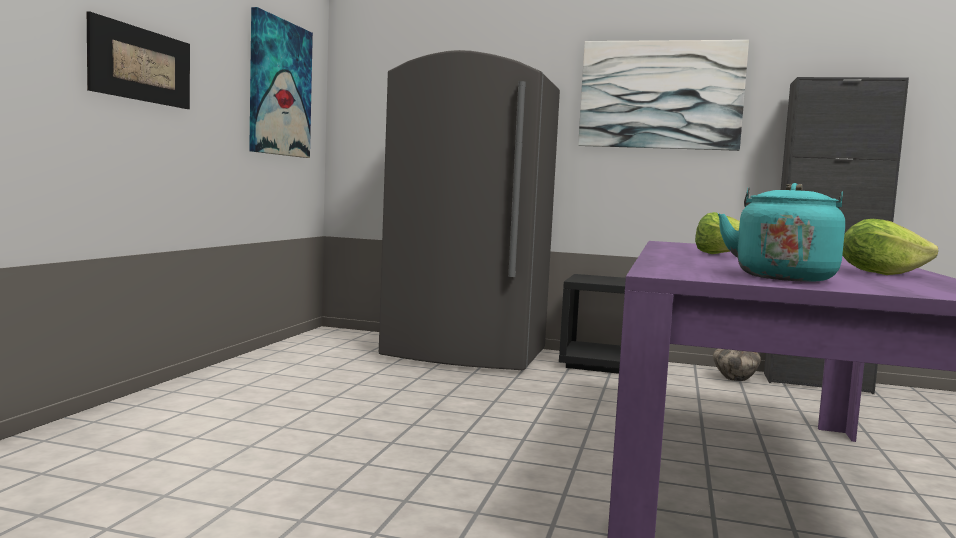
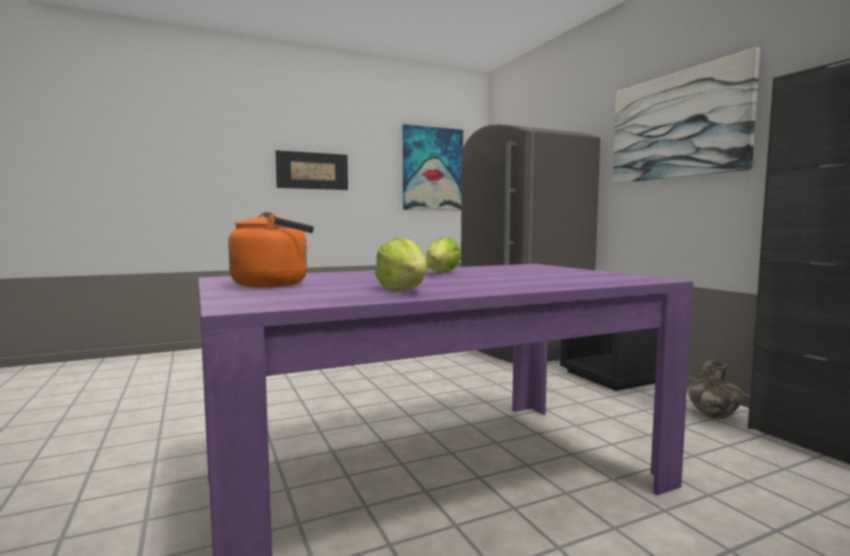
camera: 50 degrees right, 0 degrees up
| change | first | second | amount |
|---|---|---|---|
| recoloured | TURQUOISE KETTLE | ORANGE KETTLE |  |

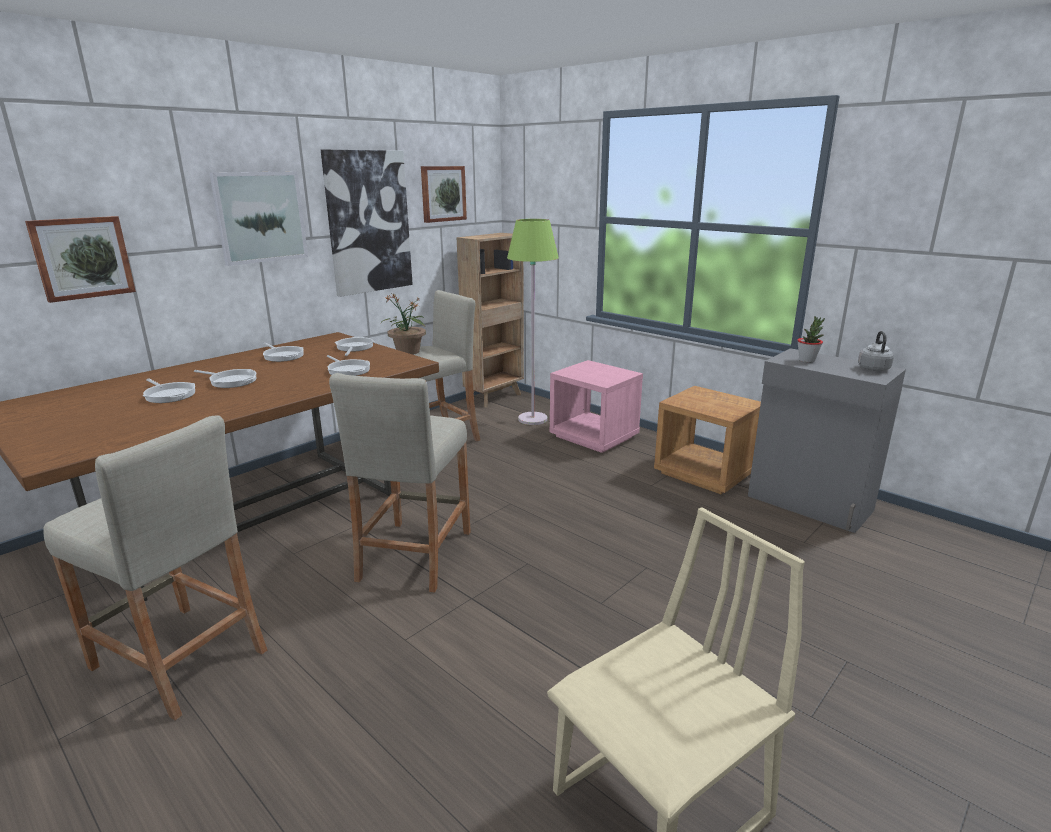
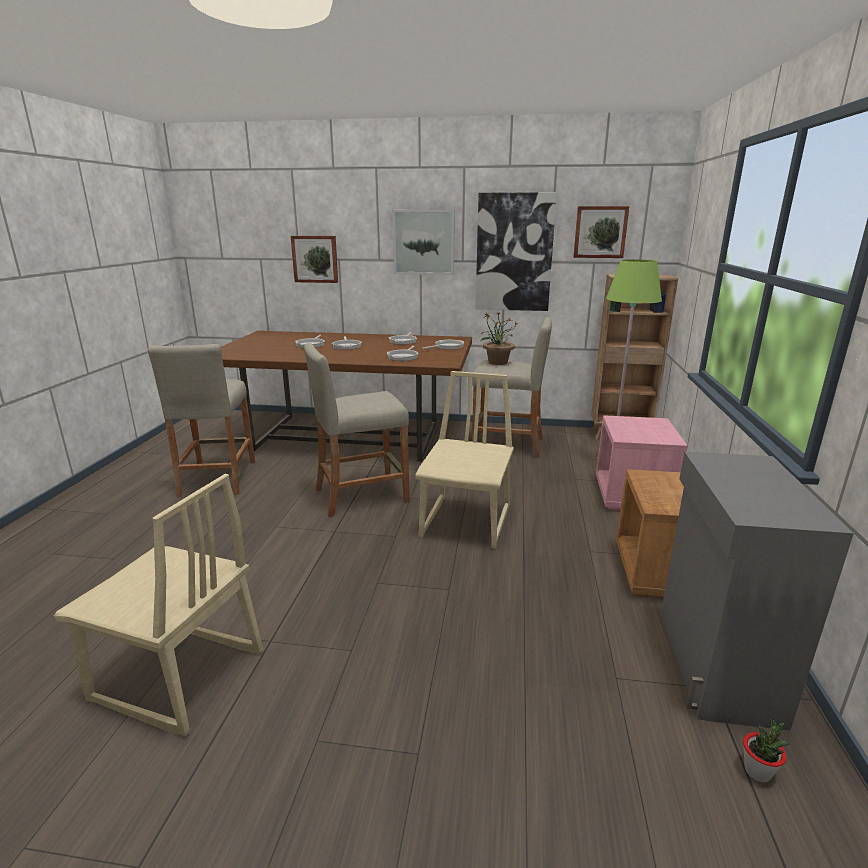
camera: 55 degrees right, 0 degrees up
| change | first | second | amount |
|---|---|---|---|
| removed | GREY KETTLE |  |  |
| added |  | BEIGE CHAIR (2nd from left) |  |
| moved | POTTED PLANT (2nd from left) |  |  |

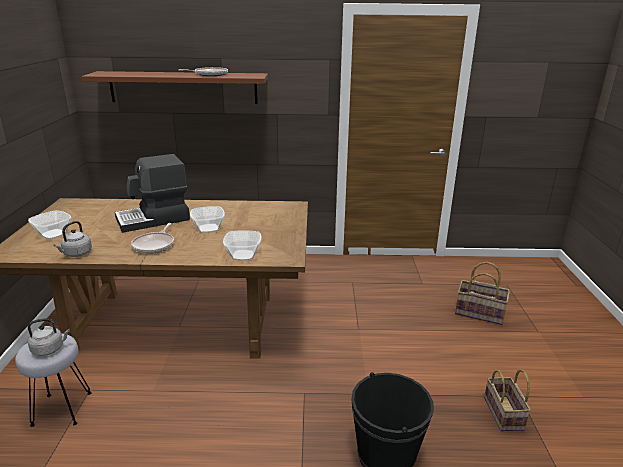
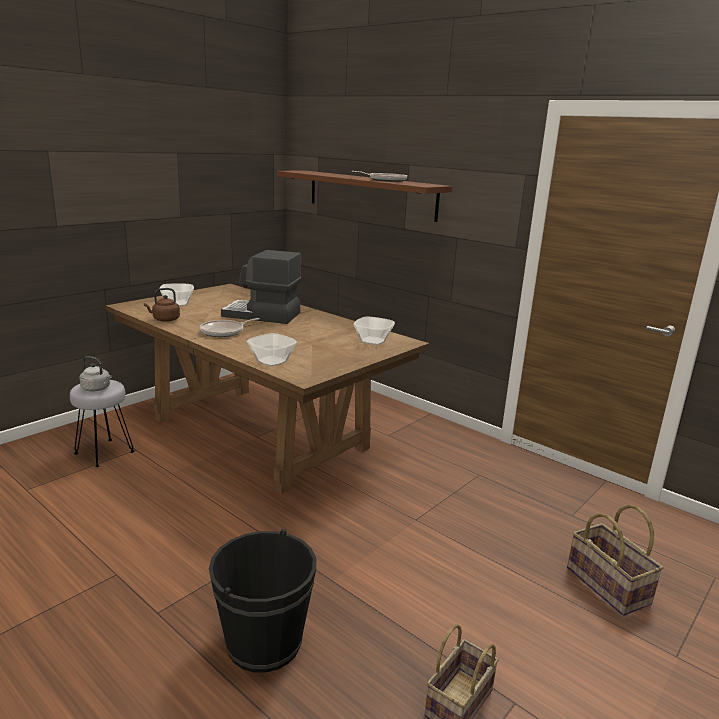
camera: 40 degrees right, 5 degrees down
| change | first | second | amount |
|---|---|---|---|
| moved | BOWL (2nd from left in the first image) | BOWL (3rd from left) |  |
| recoloured | GREY KETTLE (2nd from left) | BROWN KETTLE |  |

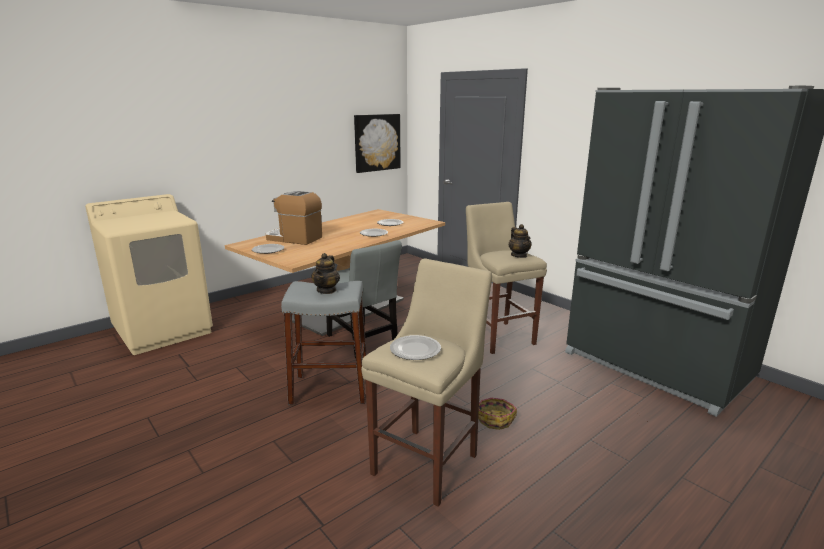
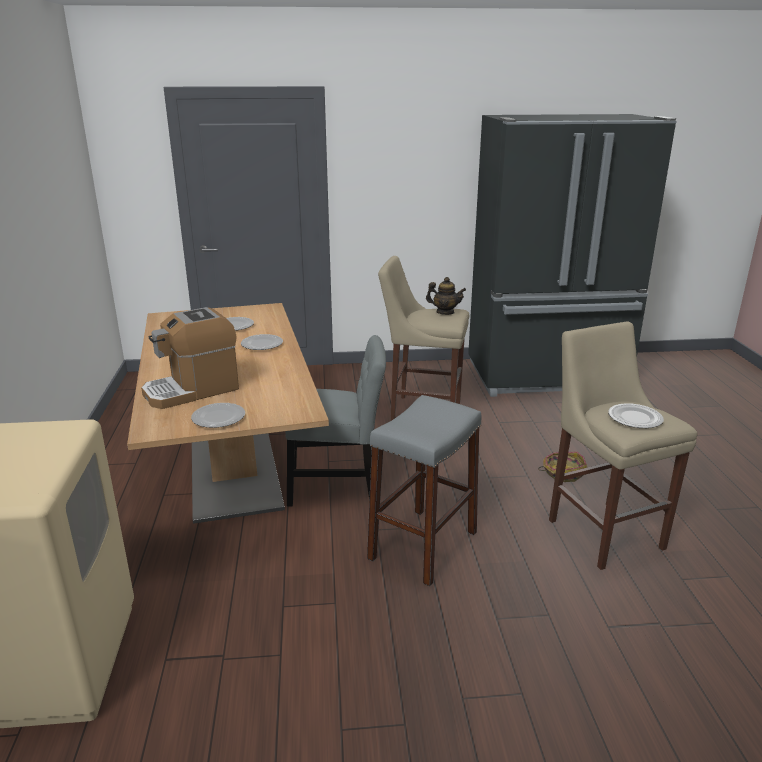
camera: 55 degrees left, 5 degrees up
| change | first | second | amount |
|---|---|---|---|
| removed | TEAPOT (1st from left) |  |  |
| removed | PICTURE |  |  |

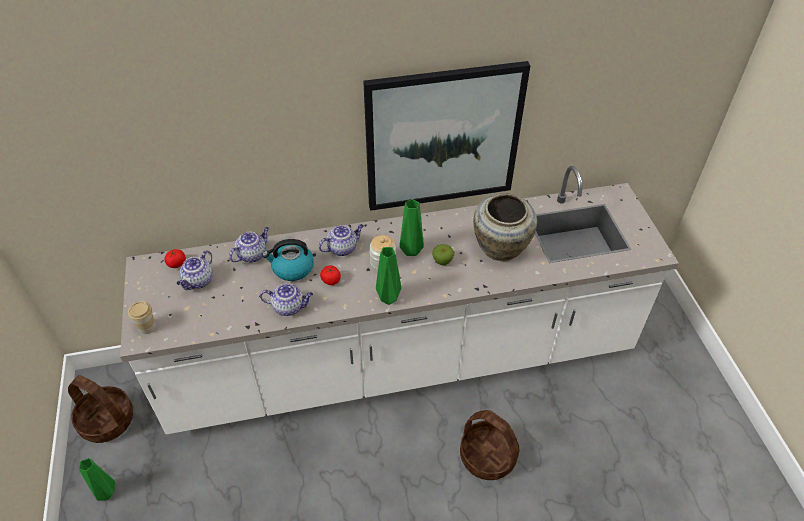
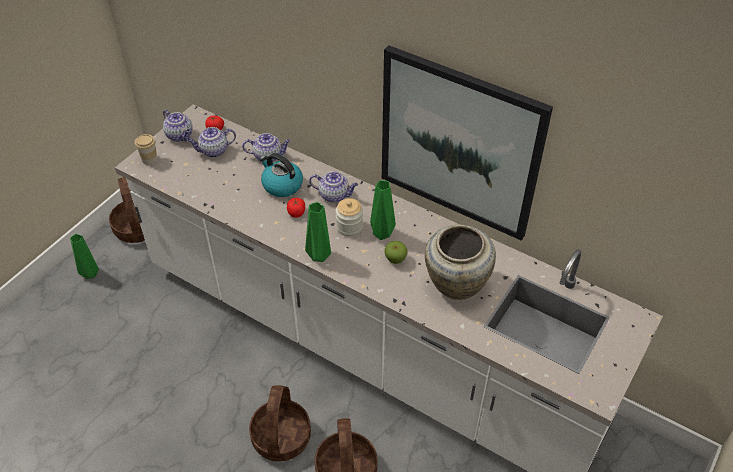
camera: 45 degrees right, 0 degrees up
| change | first | second | amount |
|---|---|---|---|
| added |  | BASKET (2nd from left) |  |
| moved | TEAPOT (3rd from left in the first image) | TEAPOT (1st from left) |  |

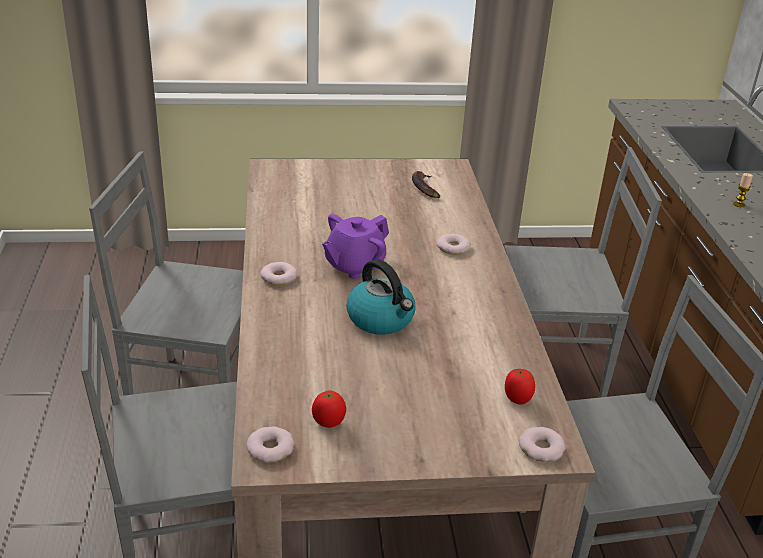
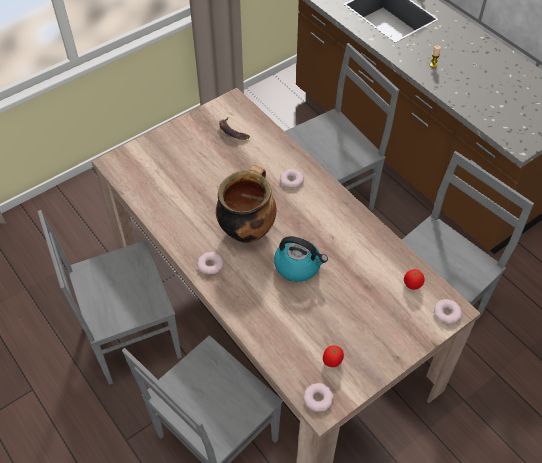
camera: 30 degrees left, 20 degrees up
| change | first | second | amount |
|---|---|---|---|
| replaced | PURPLE TEAPOT | COOKING POT |  |

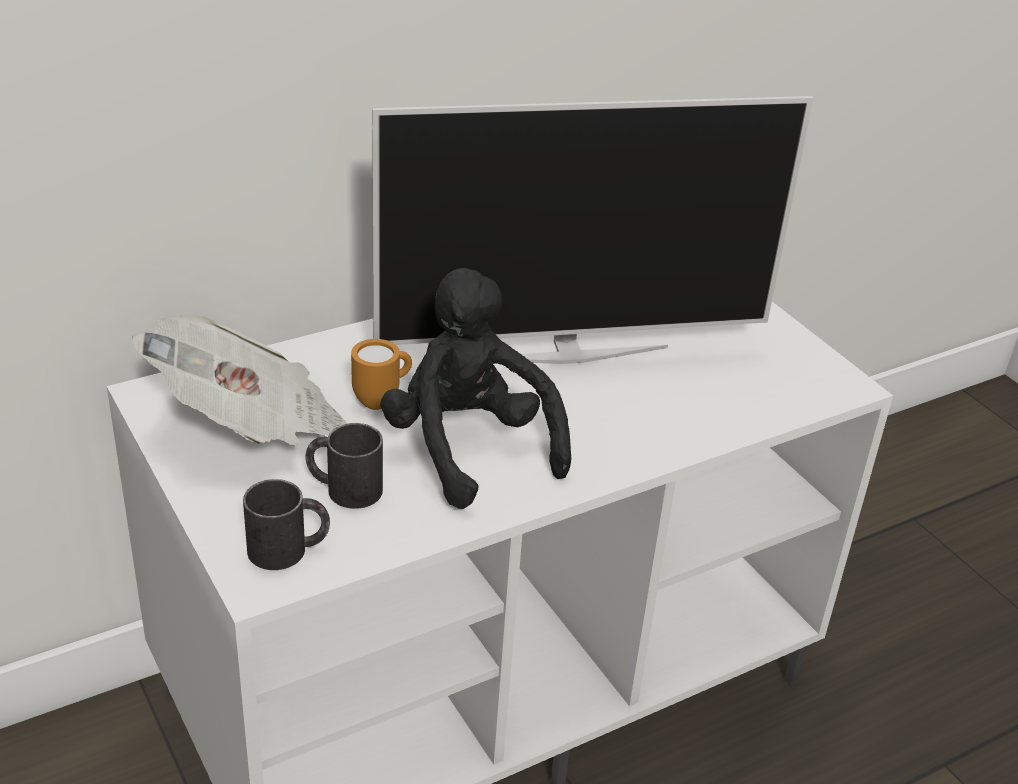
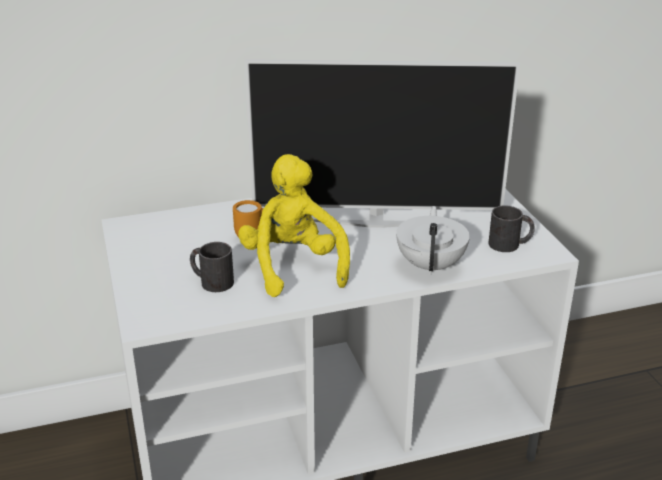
camera: 15 degrees right, 5 degrees down
| change | first | second | amount |
|---|---|---|---|
| removed | NEWSPAPER |  |  |
| added |  | WHITE TEAPOT |  |
| moved | BLACK MUG (1st from left in the first image) | BLACK MUG (2nd from left) |  |
| recoloured | BLACK PLUSH TOY | YELLOW PLUSH TOY |  |

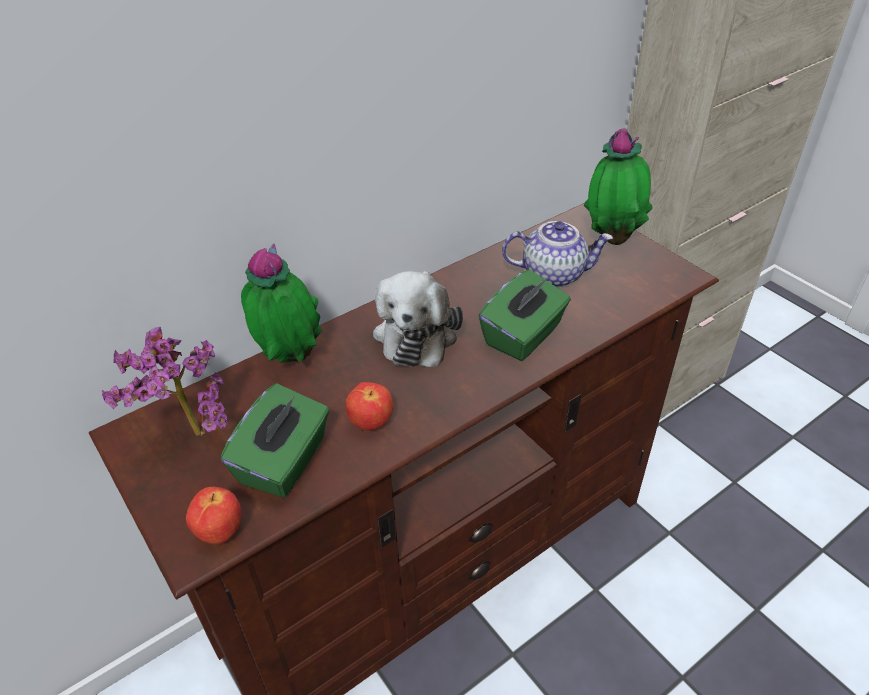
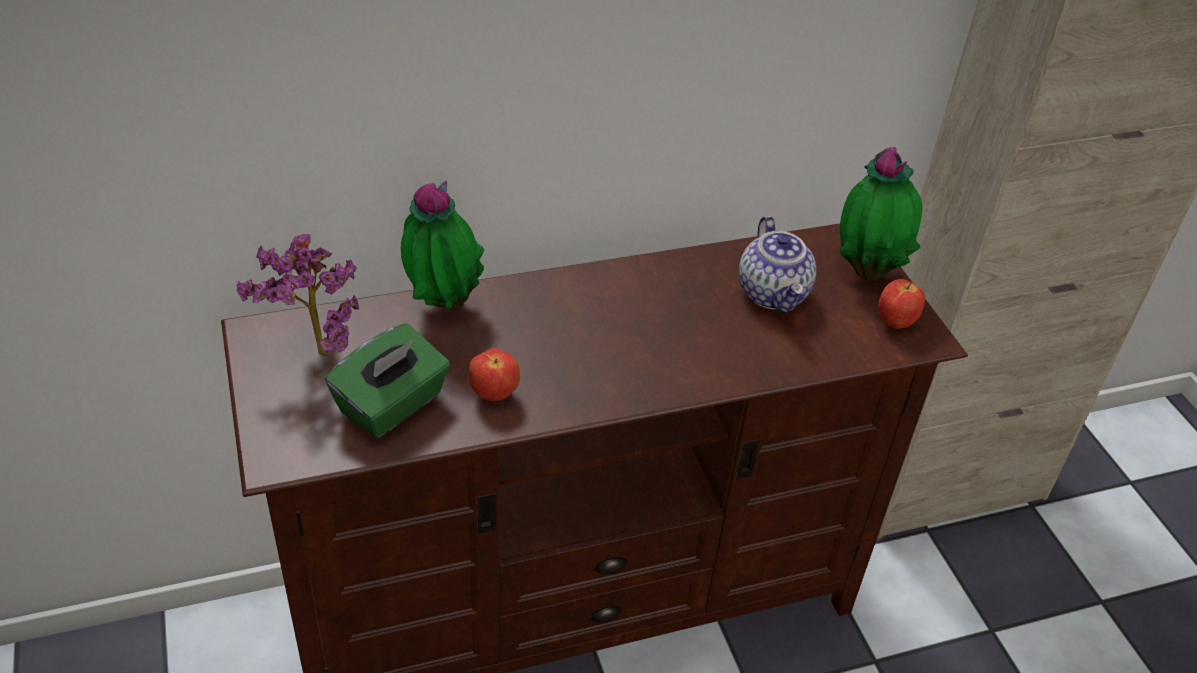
camera: 15 degrees right, 0 degrees up
| change | first | second | amount |
|---|---|---|---|
| removed | PLUSH TOY |  |  |
| removed | GREEN TISSUE BOX (2nd from left) |  |  |
| moved | APPLE (1st from left in the first image) | APPLE (2nd from left) |  |
| turned | TEAPOT |  | 60 degrees clockwise |

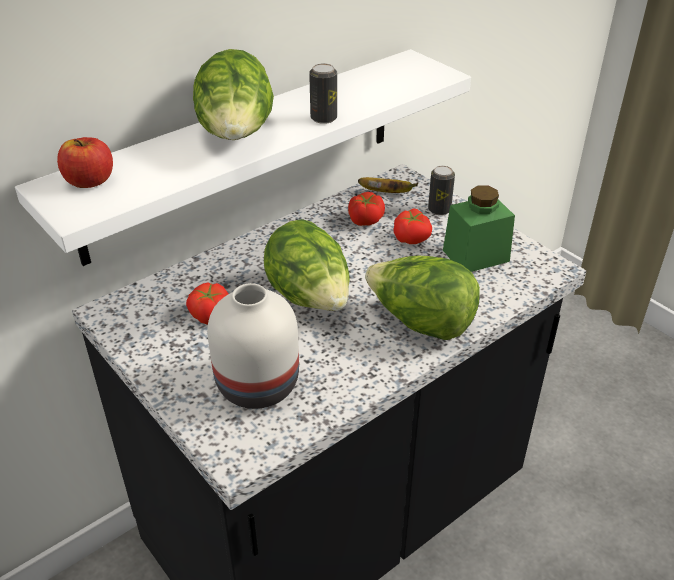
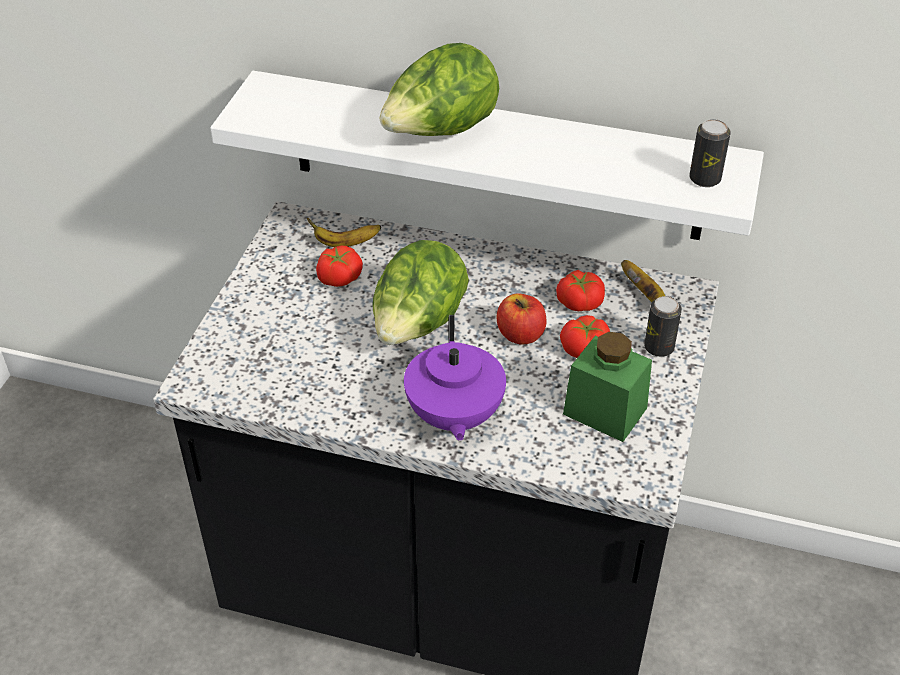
camera: 55 degrees right, 5 degrees up
| change | first | second | amount |
|---|---|---|---|
| removed | WHITE VASE |  |  |
| added |  | BANANA (1st from left) |  |
| moved | APPLE |  |  |
| moved | CAN (1st from left in the first image) | CAN (2nd from left) |  |
| replaced | LETTUCE (3rd from left) | PURPLE TEAPOT |  |

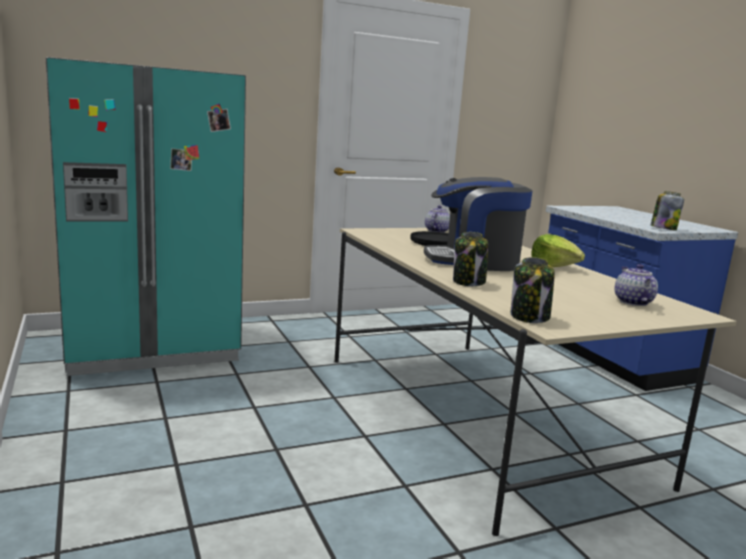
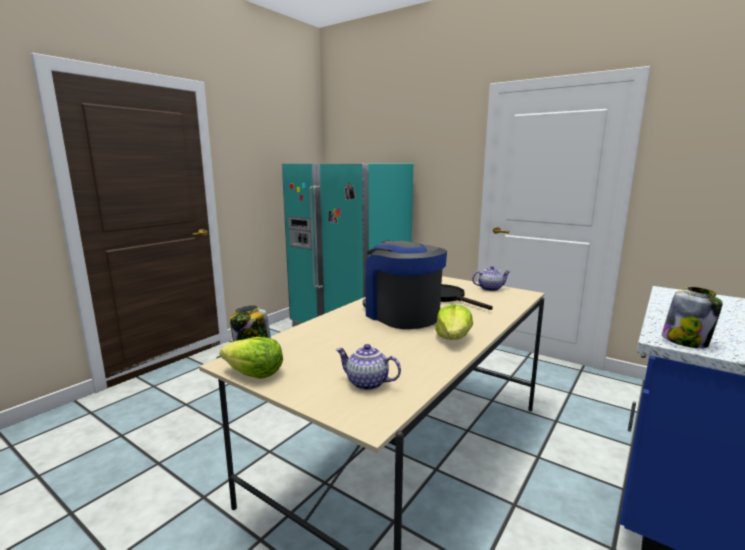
camera: 60 degrees right, 0 degrees up
| change | first | second | amount |
|---|---|---|---|
| removed | JAR (1st from left) |  |  |
| added |  | LETTUCE (1st from left) |  |
| turned | TEAPOT (2nd from left in the first image) | TEAPOT (1st from left) | 120 degrees counterclockwise |

